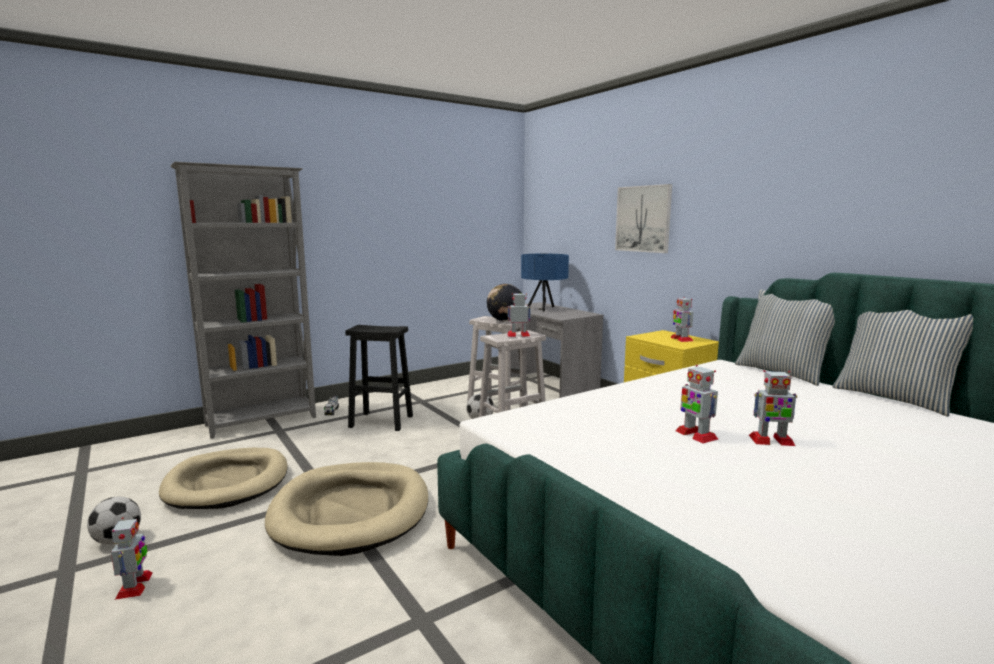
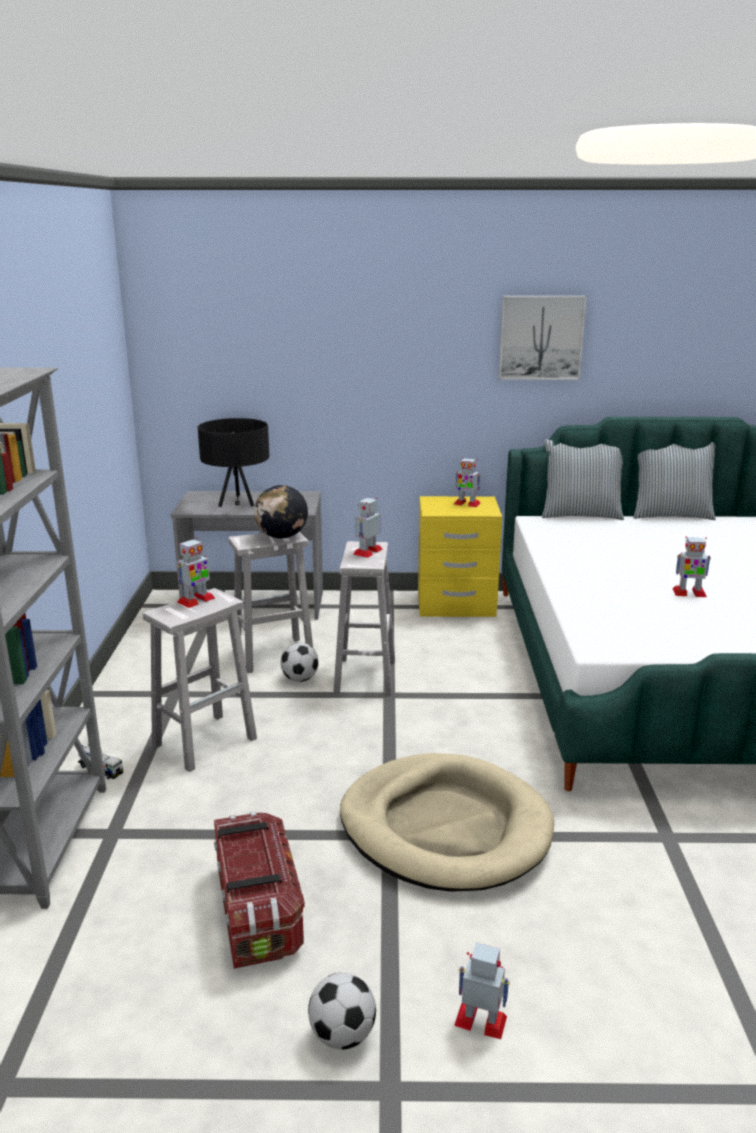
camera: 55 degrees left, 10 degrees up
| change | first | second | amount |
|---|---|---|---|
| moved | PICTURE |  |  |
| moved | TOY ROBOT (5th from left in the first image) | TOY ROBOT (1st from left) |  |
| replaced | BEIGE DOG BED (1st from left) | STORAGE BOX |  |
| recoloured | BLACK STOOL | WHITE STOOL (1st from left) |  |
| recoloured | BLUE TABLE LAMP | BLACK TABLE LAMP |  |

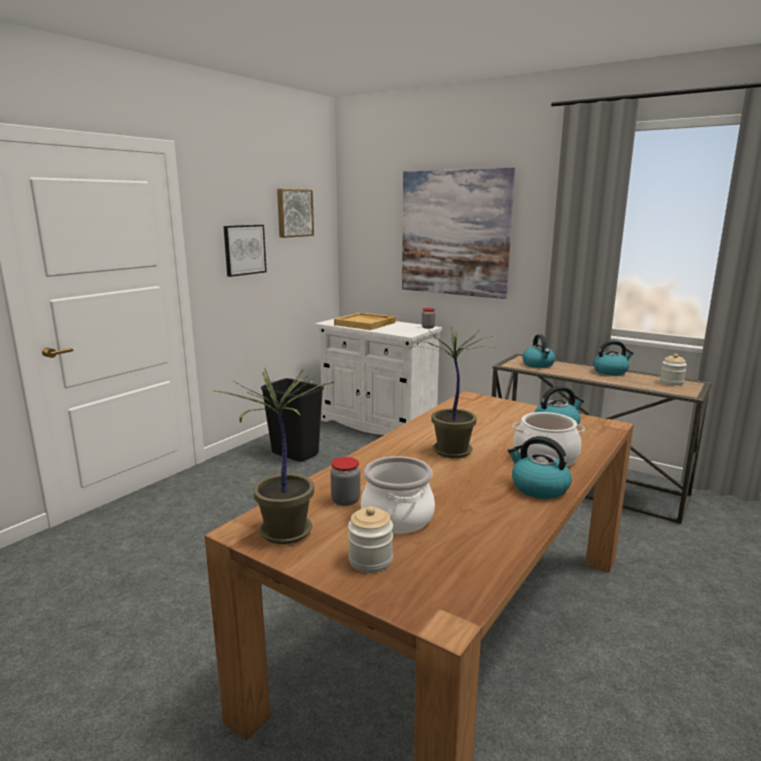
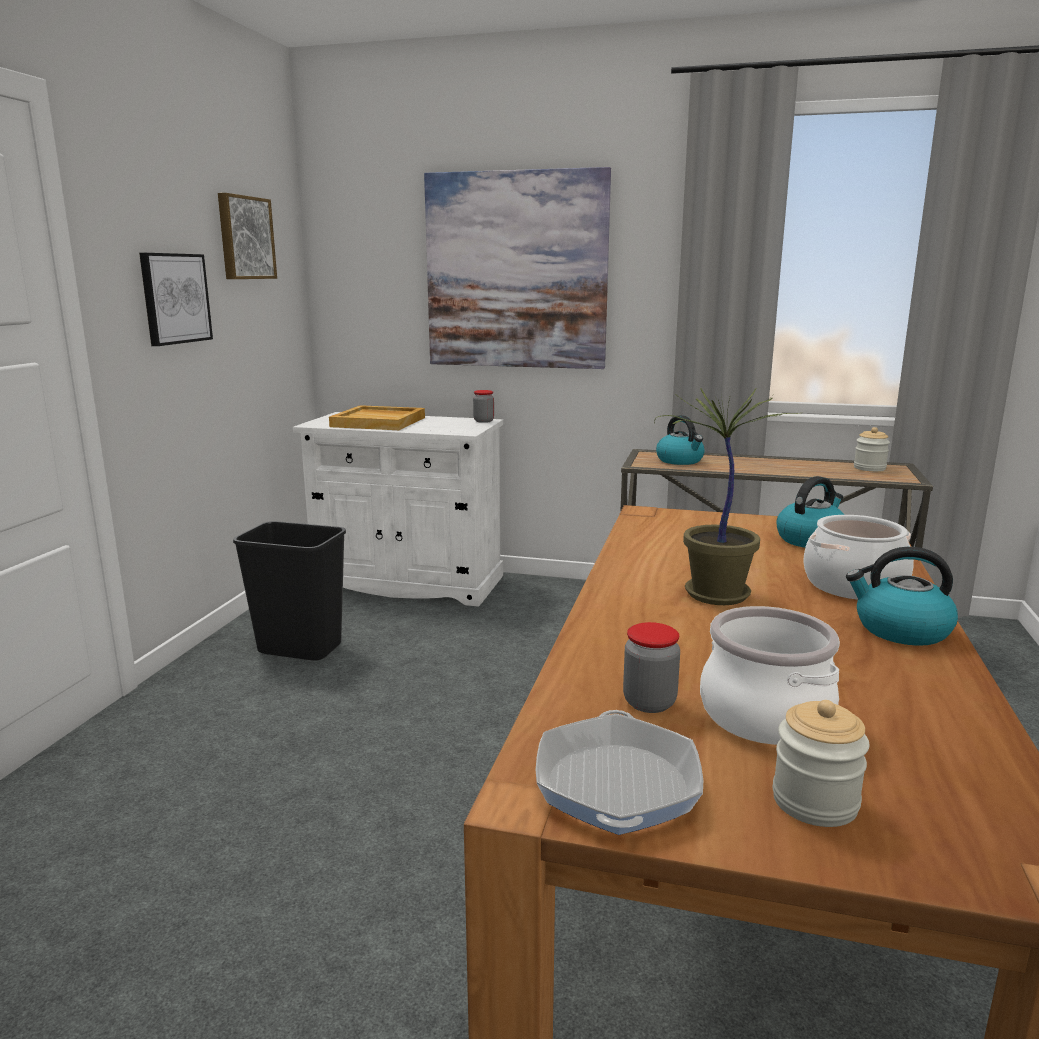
camera: 20 degrees left, 0 degrees up
| change | first | second | amount |
|---|---|---|---|
| removed | KETTLE (4th from left) |  |  |
| replaced | POTTED PLANT (1st from left) | FRYING PAN |  |

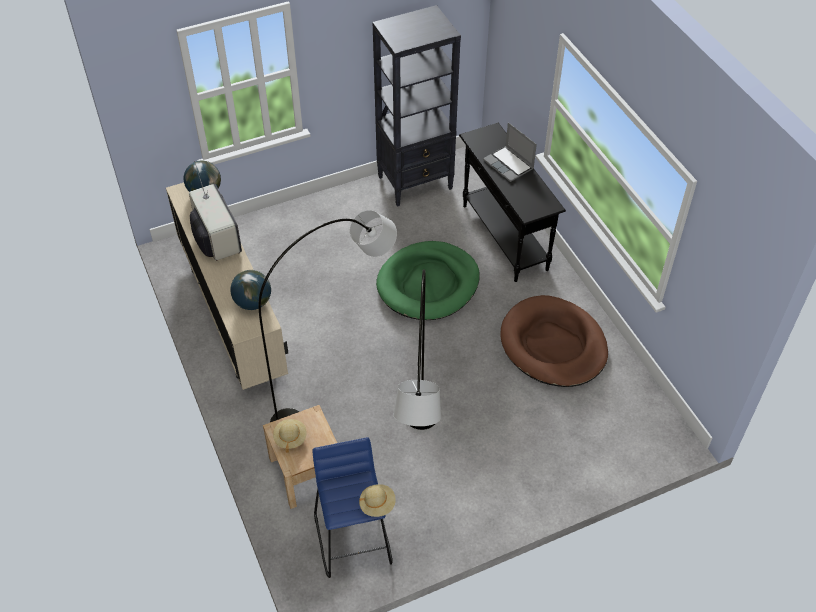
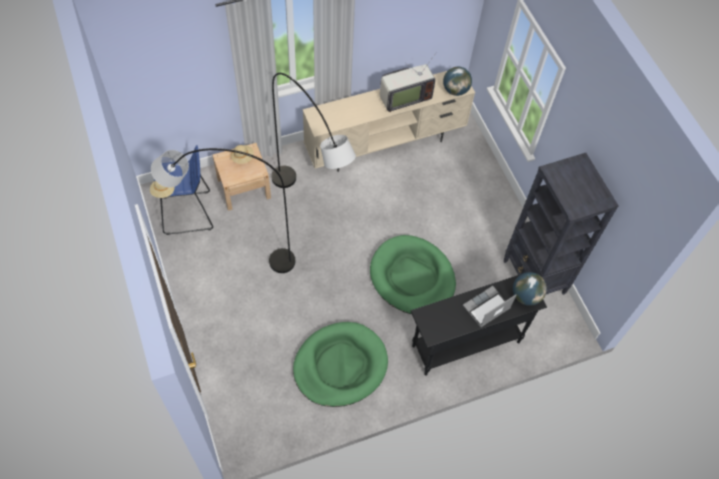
camera: 90 degrees right, 10 degrees up
| change | first | second | amount |
|---|---|---|---|
| moved | GLOBE (2nd from left) |  |  |
| recoloured | BROWN DOG BED | GREEN DOG BED (1st from left) |  |

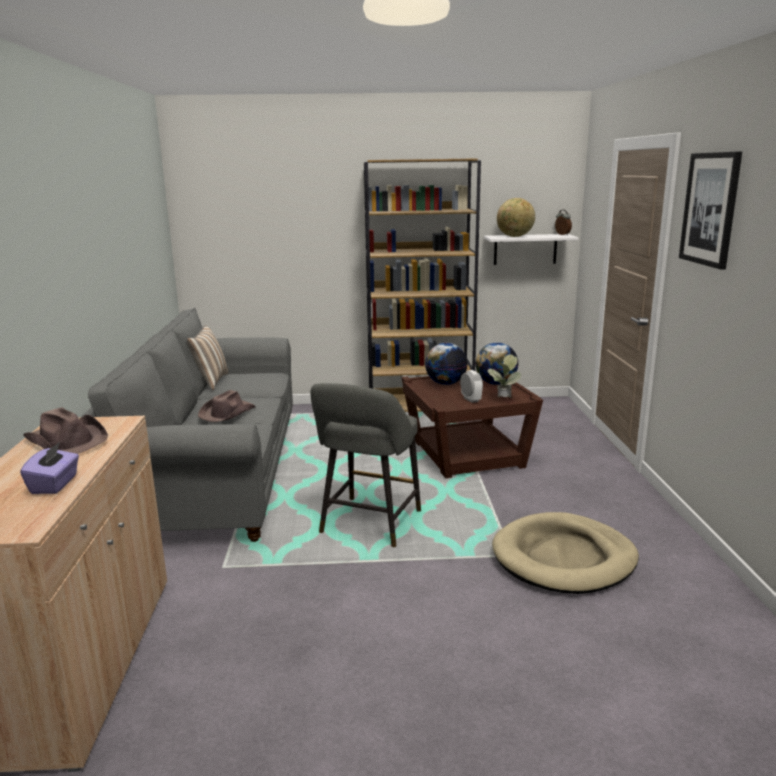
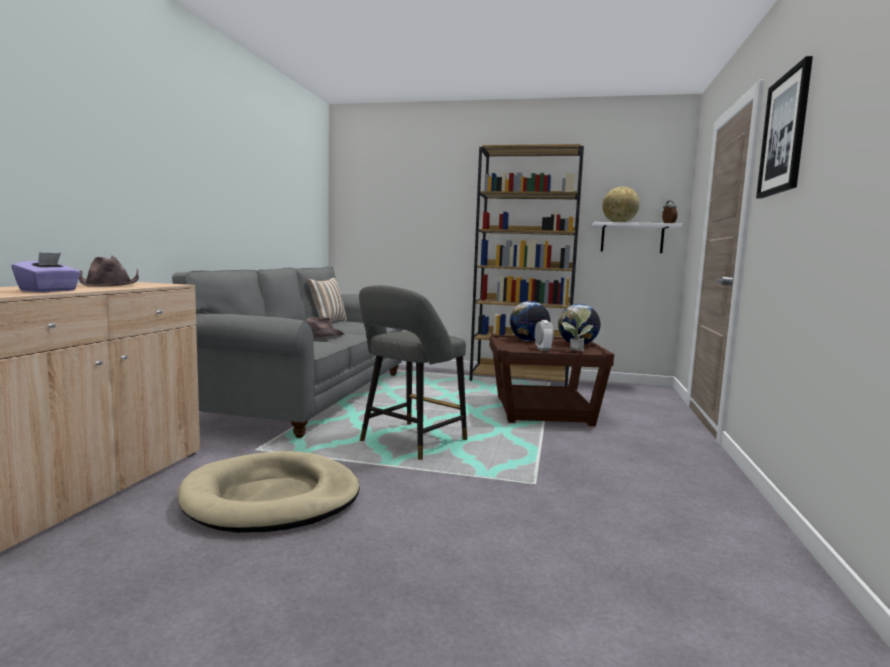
camera: 15 degrees right, 10 degrees down
| change | first | second | amount |
|---|---|---|---|
| moved | BEIGE DOG BED |  |  |

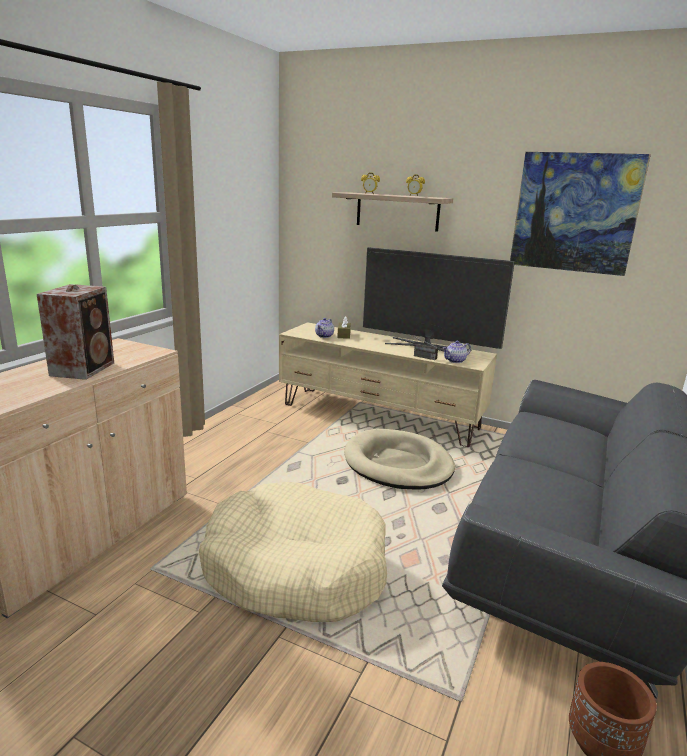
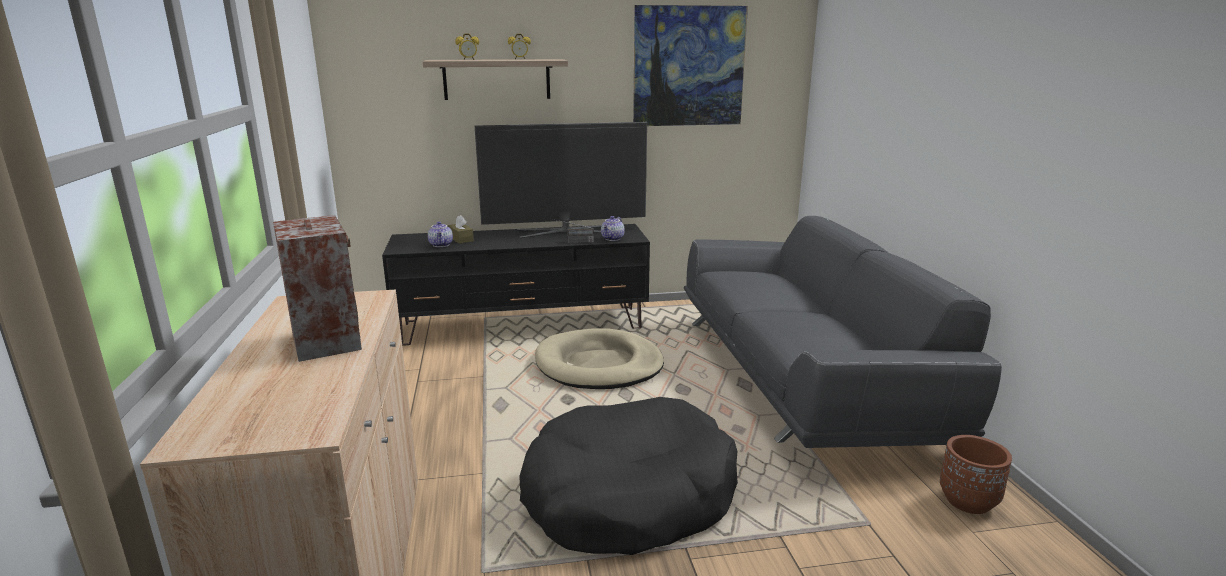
camera: 35 degrees left, 0 degrees up
| change | first | second | amount |
|---|---|---|---|
| recoloured | BEIGE DOG BED (1st from left) | BLACK DOG BED |  |
| recoloured | BEIGE TV STAND | BLACK TV STAND |  |

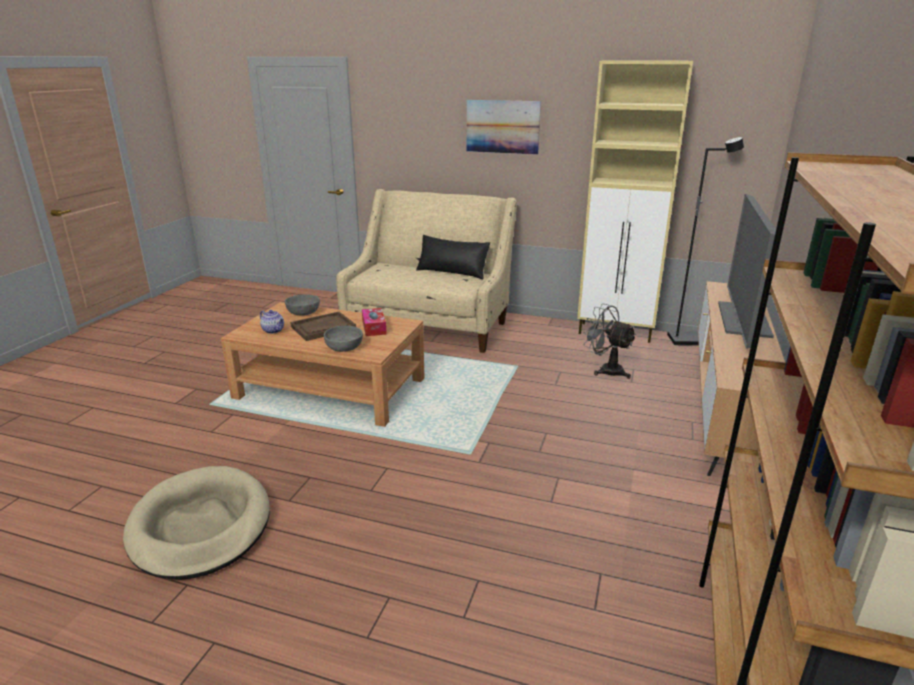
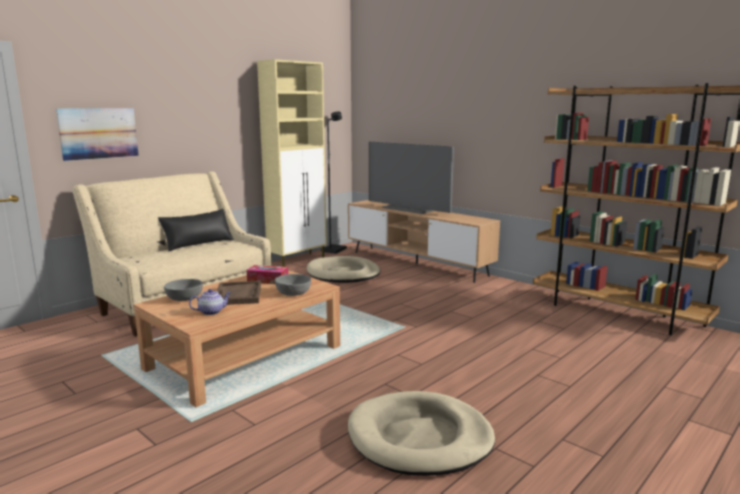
camera: 65 degrees left, 10 degrees down
| change | first | second | amount |
|---|---|---|---|
| moved | PICTURE |  |  |
| replaced | GREY FAN | BEIGE DOG BED (1st from left) |  |

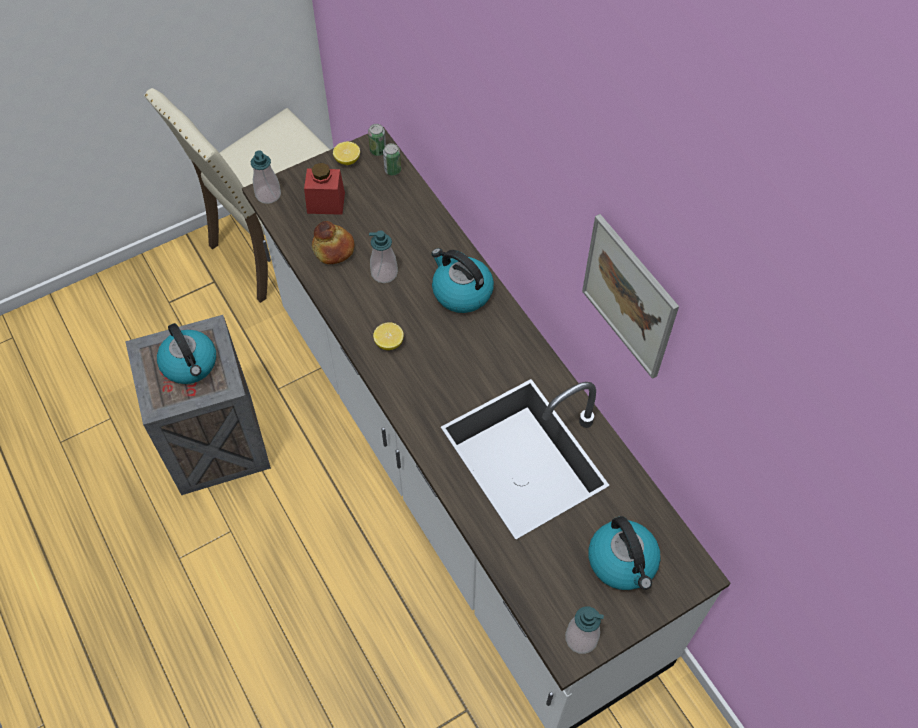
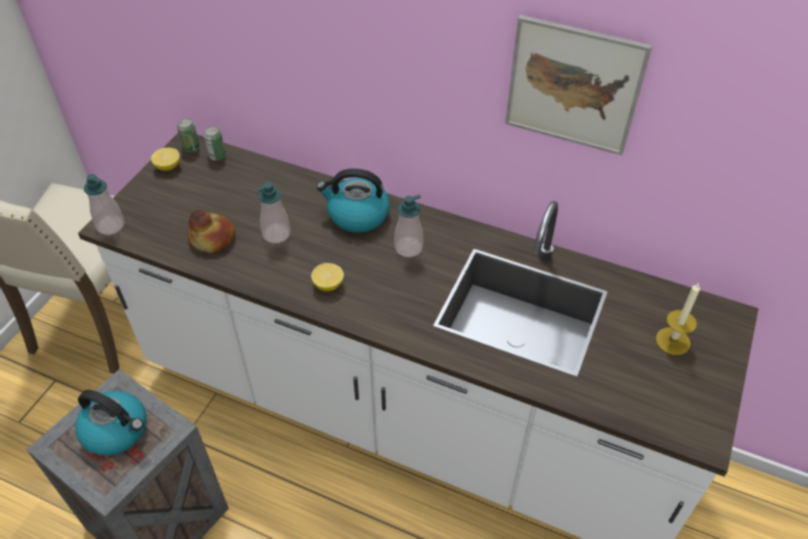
camera: 35 degrees left, 10 degrees down
| change | first | second | amount |
|---|---|---|---|
| removed | RED JAR |  |  |
| moved | SOAP DISPENSER (3rd from left) |  |  |
| replaced | KETTLE (3rd from left) | CANDLE |  |

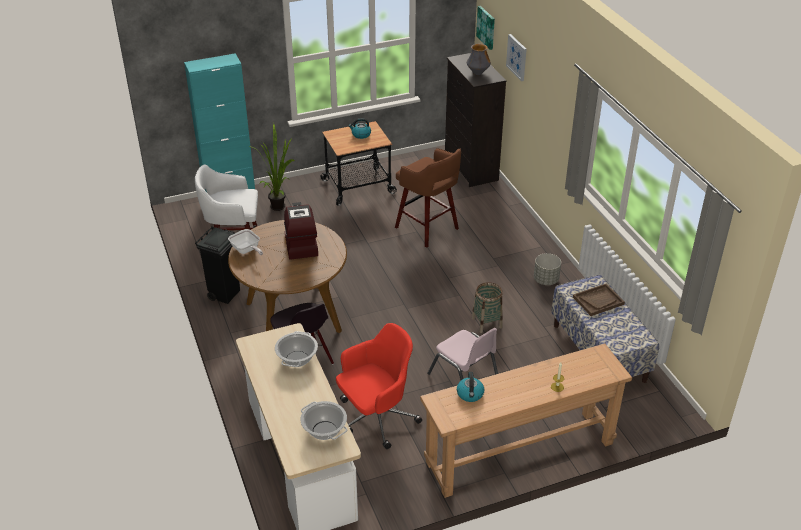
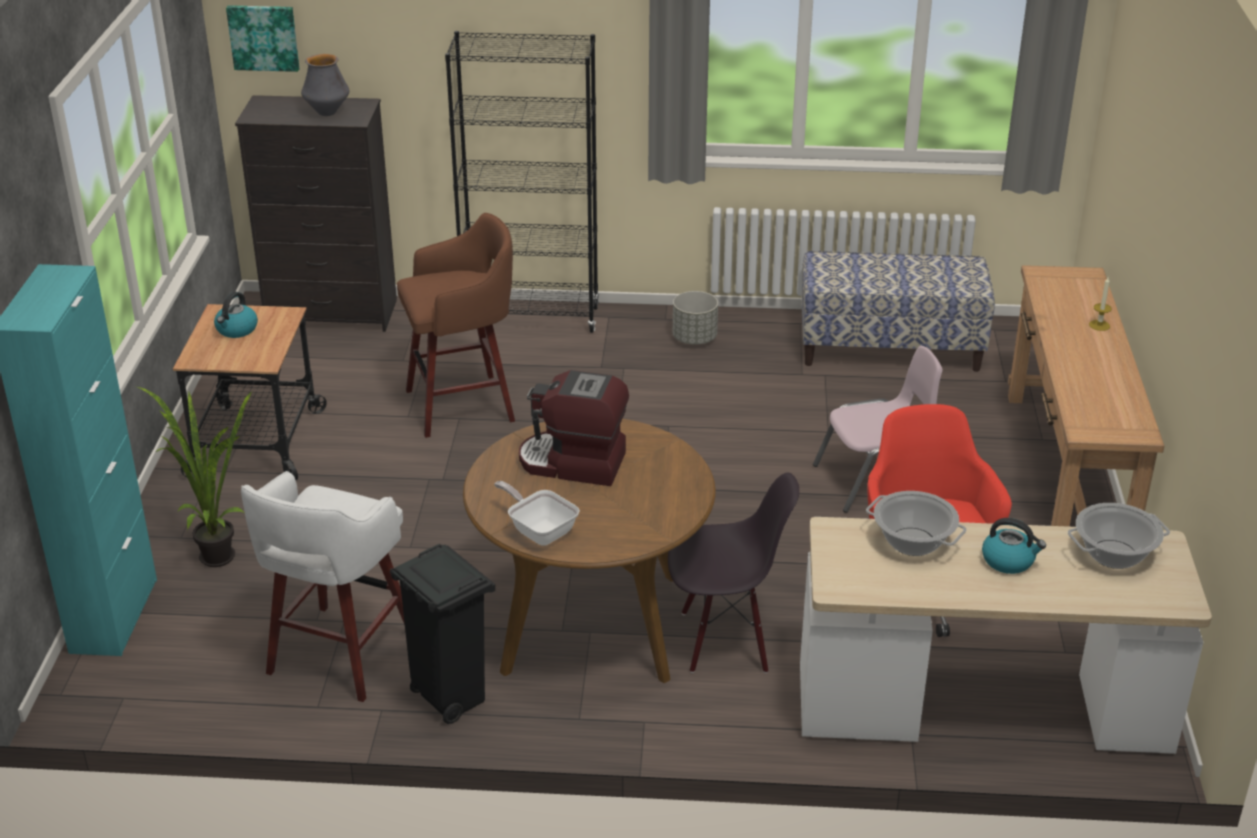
camera: 65 degrees left, 5 degrees down
| change | first | second | amount |
|---|---|---|---|
| removed | BASKET |  |  |
| removed | PICTURE (2nd from left) |  |  |
| removed | BROWN TRAY |  |  |
| added |  | BLACK BOOKCASE |  |
| moved | KETTLE (2nd from left) |  |  |
| turned | FRYING PAN |  | 120 degrees counterclockwise |

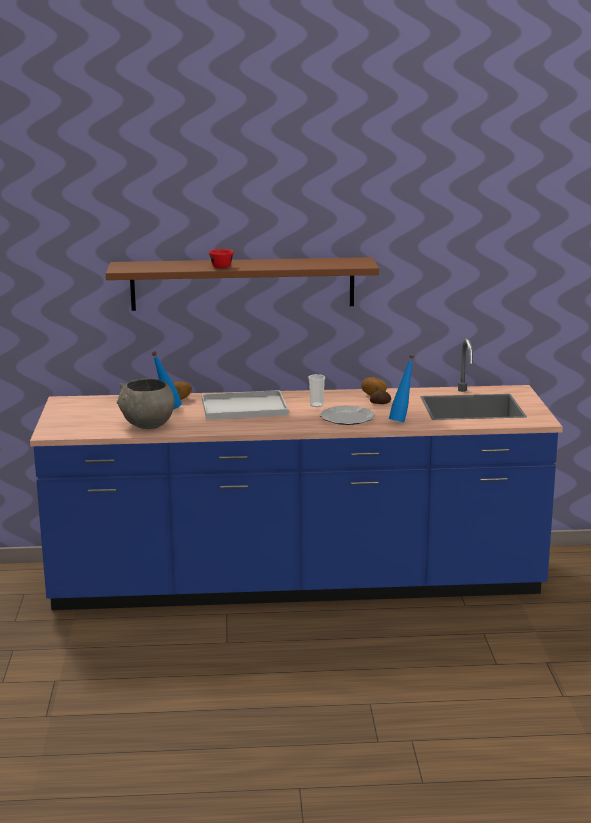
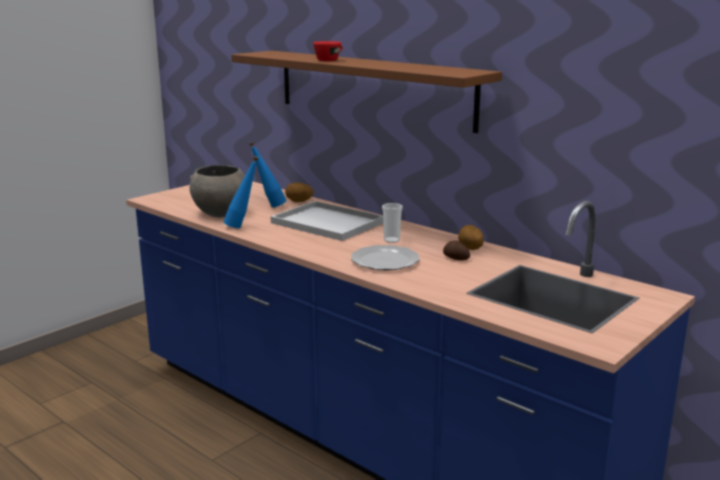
camera: 45 degrees right, 0 degrees up
| change | first | second | amount |
|---|---|---|---|
| moved | BLUE BOTTLE (2nd from left in the first image) | BLUE BOTTLE (1st from left) |  |

